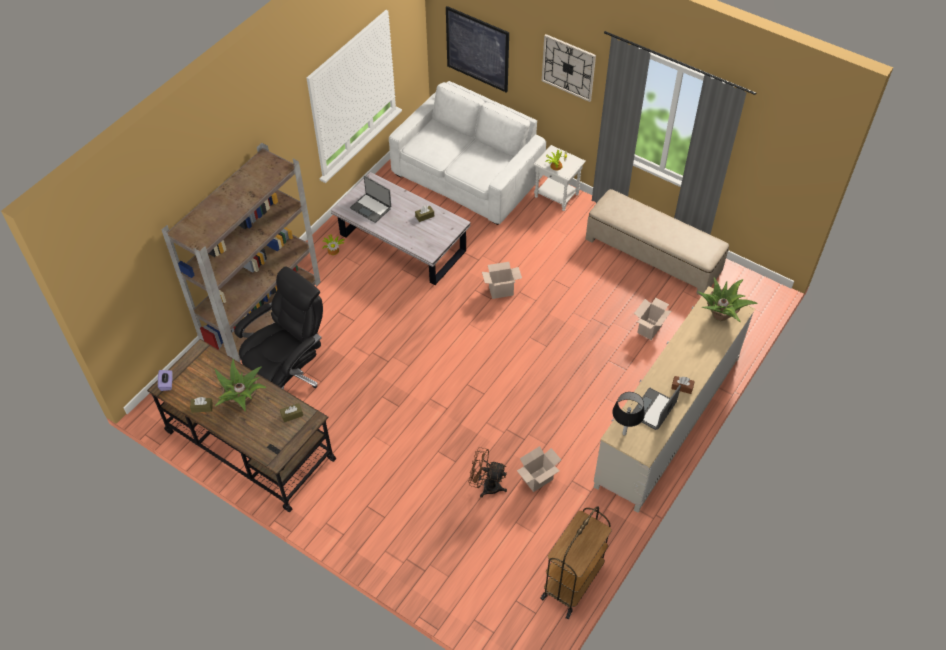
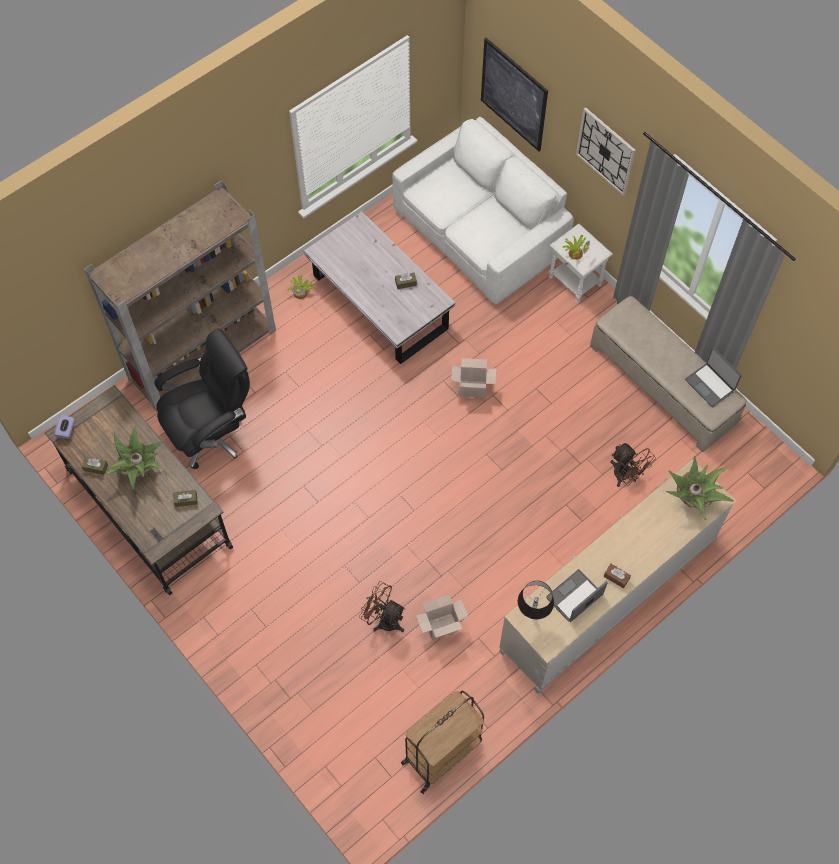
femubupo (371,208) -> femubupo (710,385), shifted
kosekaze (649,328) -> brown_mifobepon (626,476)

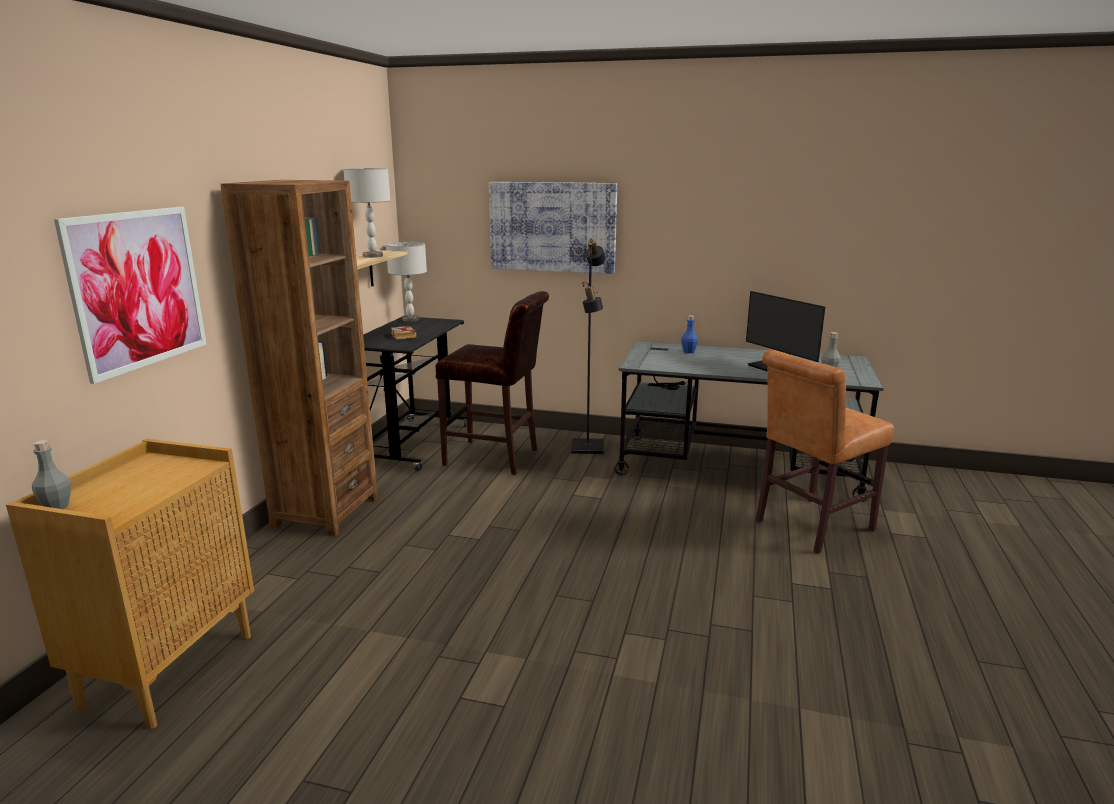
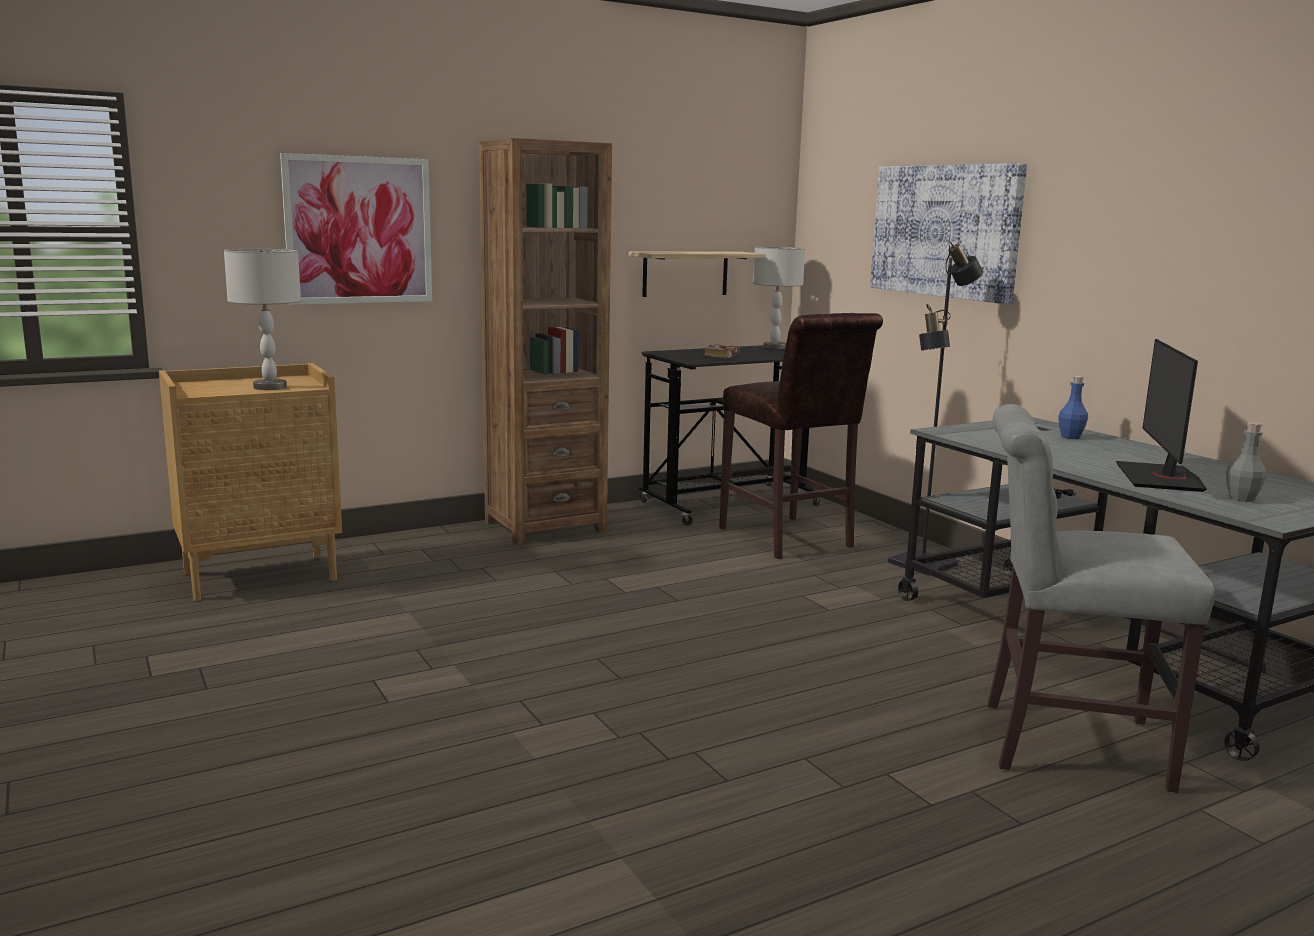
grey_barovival (56,507) -> none
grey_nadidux (373,256) -> grey_nadidux (270,387), shifted
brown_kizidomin (809,527) -> grey_kizidomin (1062,743)

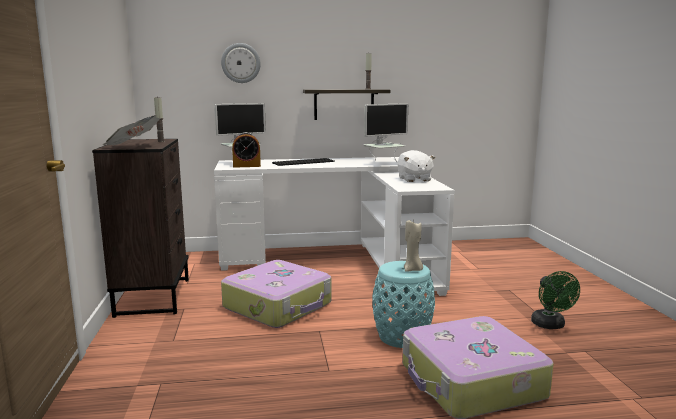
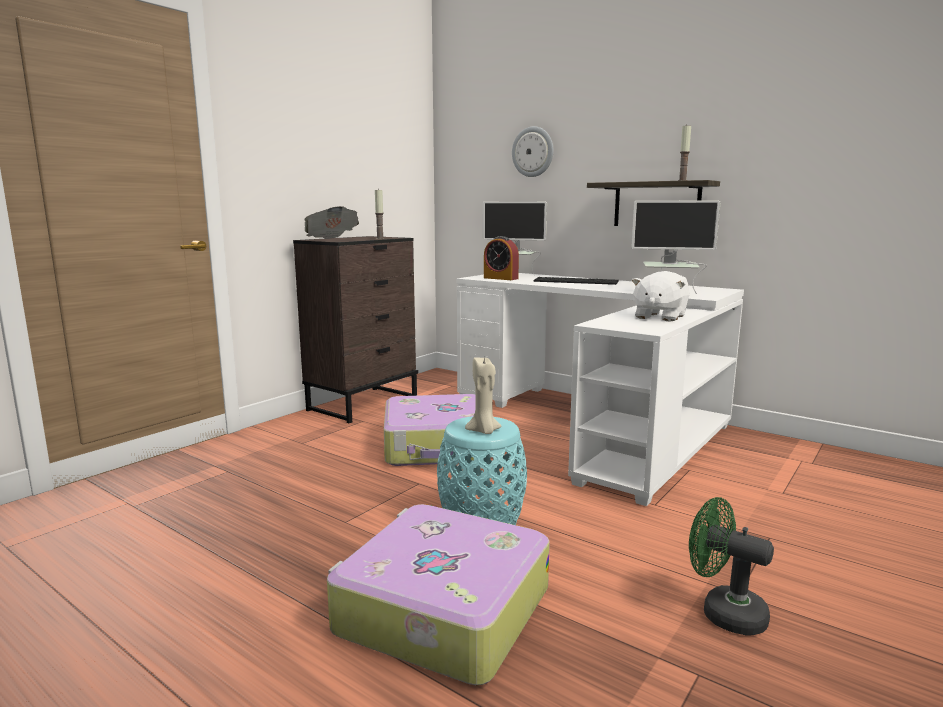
green_mifobepon (550,325) -> green_mifobepon (723,612), 90 degrees clockwise

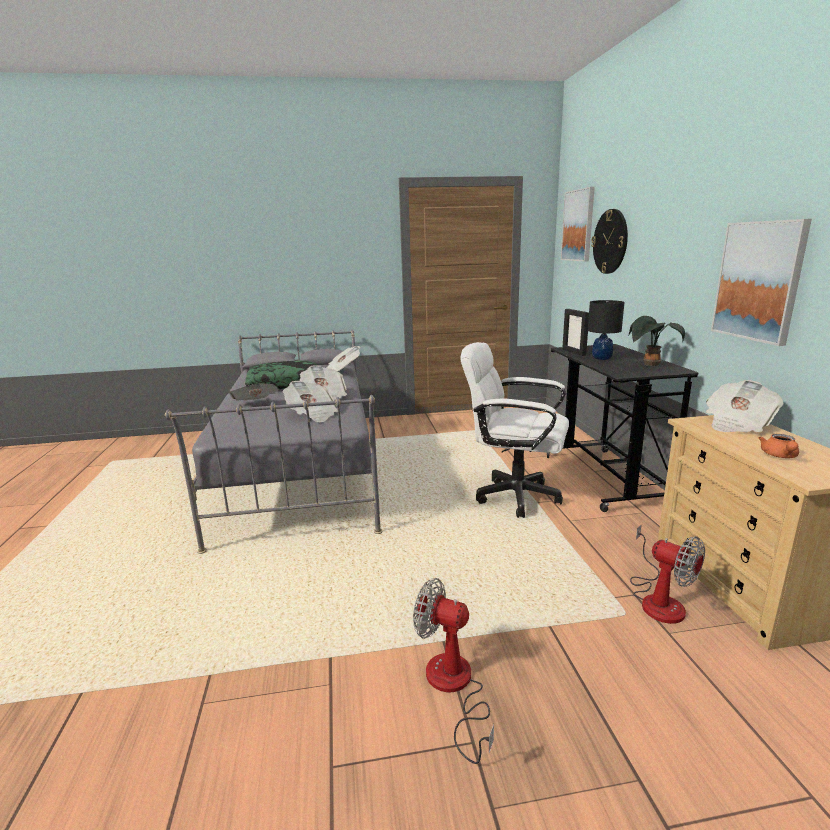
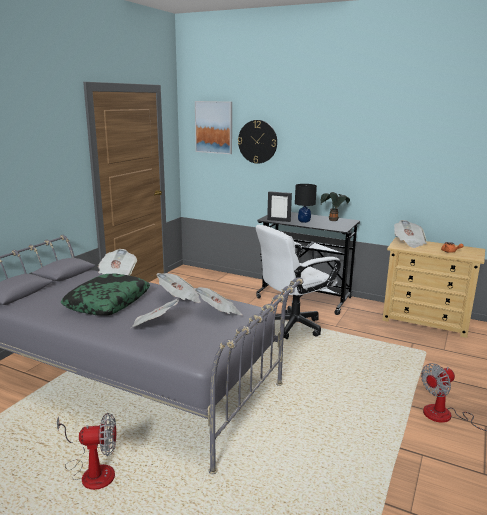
mifobepon (658,599) -> mifobepon (92,471), shifted
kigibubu (758,281) -> none

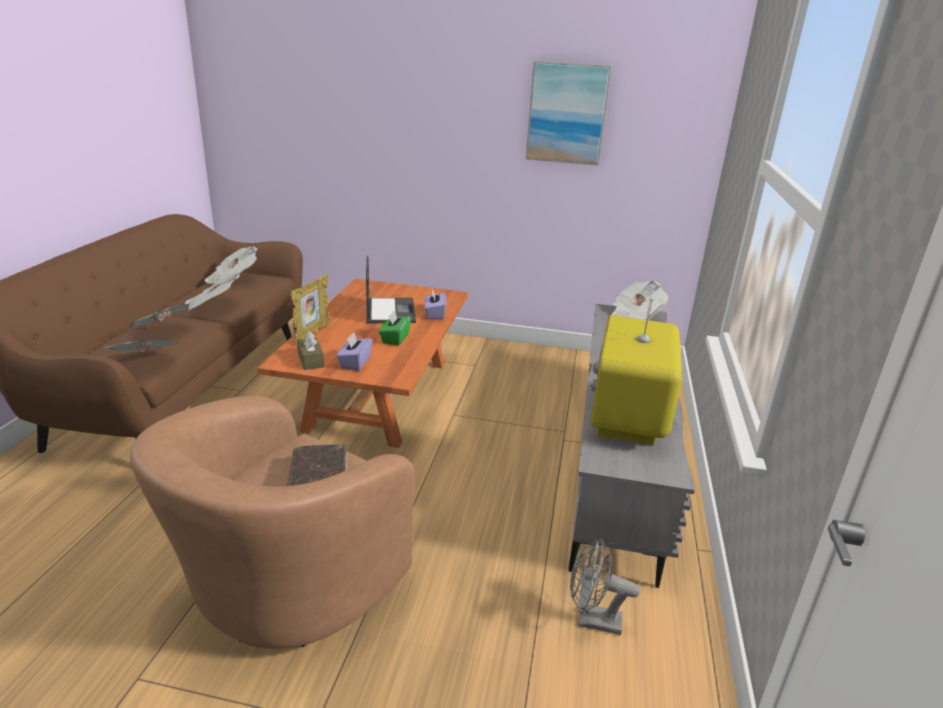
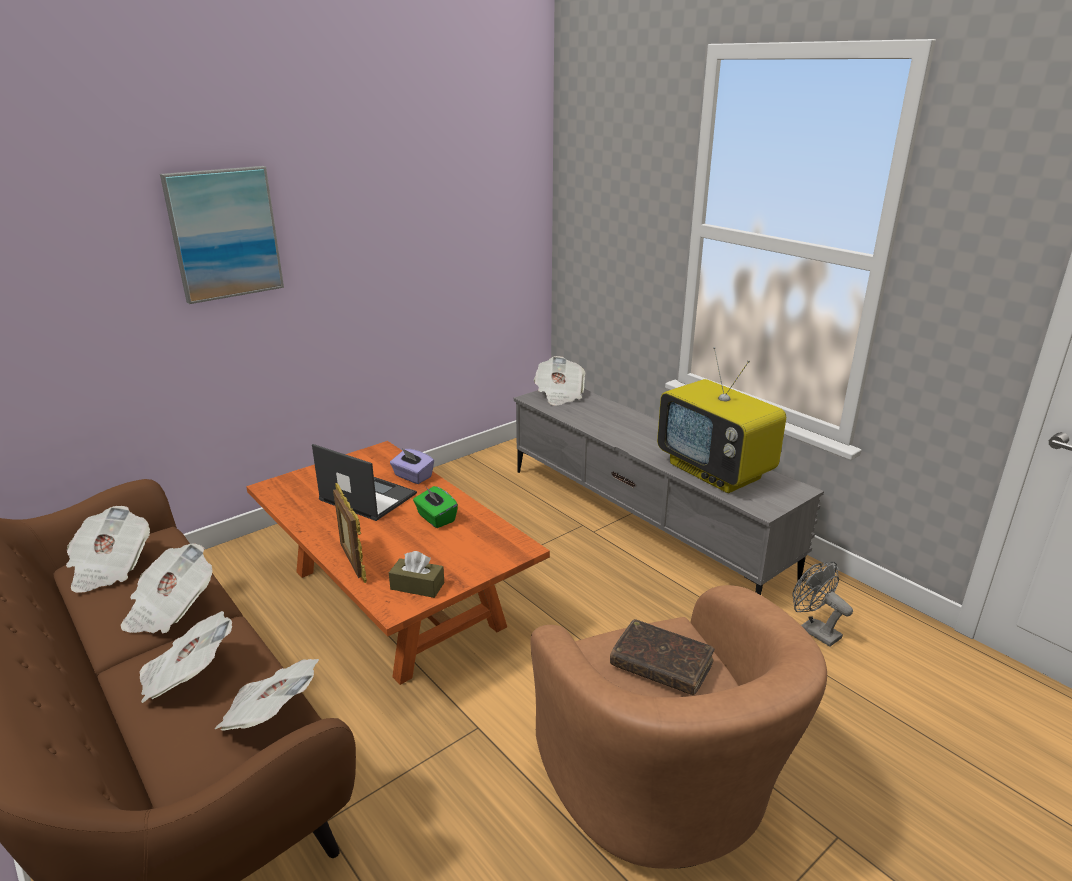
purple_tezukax (355,363) -> none
kigibubu (567,113) -> kigibubu (224,234), shifted
grey_mifobepon (592,620) -> grey_mifobepon (813,630), 90 degrees clockwise

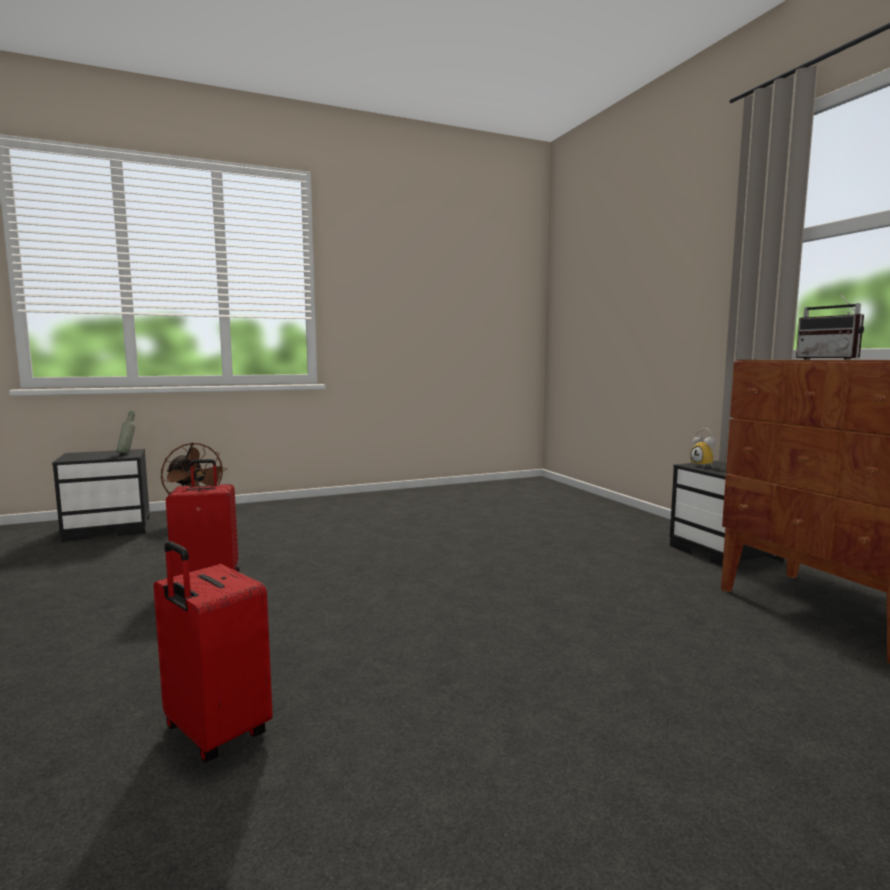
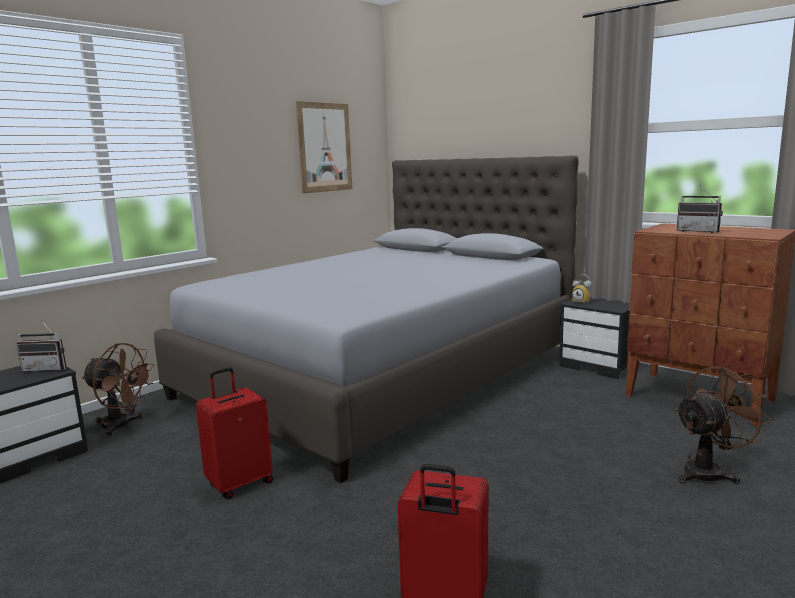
grey_barovival (127,453) -> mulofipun (47,368)
none -> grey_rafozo (384,373)
none -> kigibubu (324,147)
none -> brown_mifobepon (710,472)

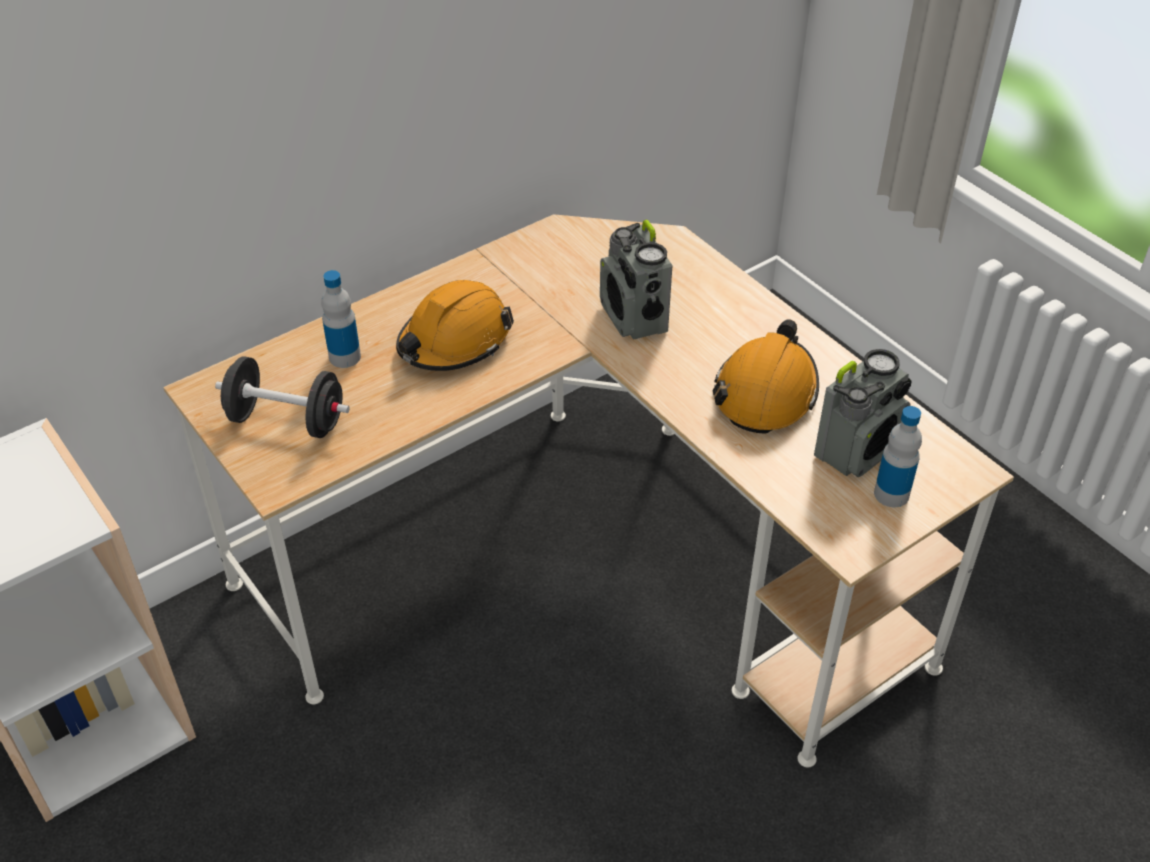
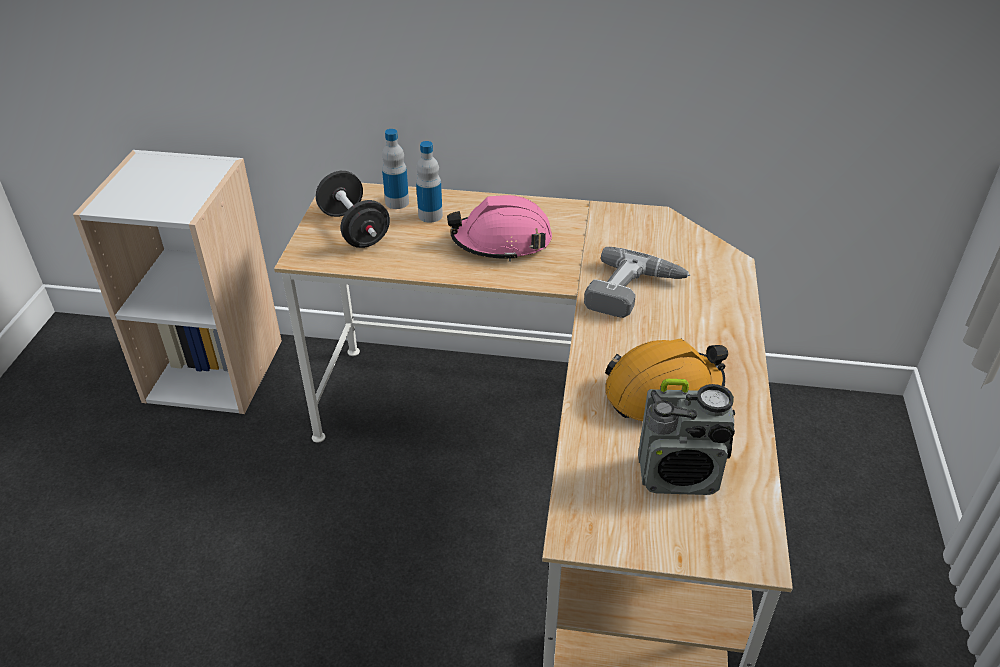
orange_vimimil (454,341) -> pink_vimimil (501,241)
mulofipun (634,318) -> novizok (634,293)
barovival (891,494) -> barovival (397,202), shifted

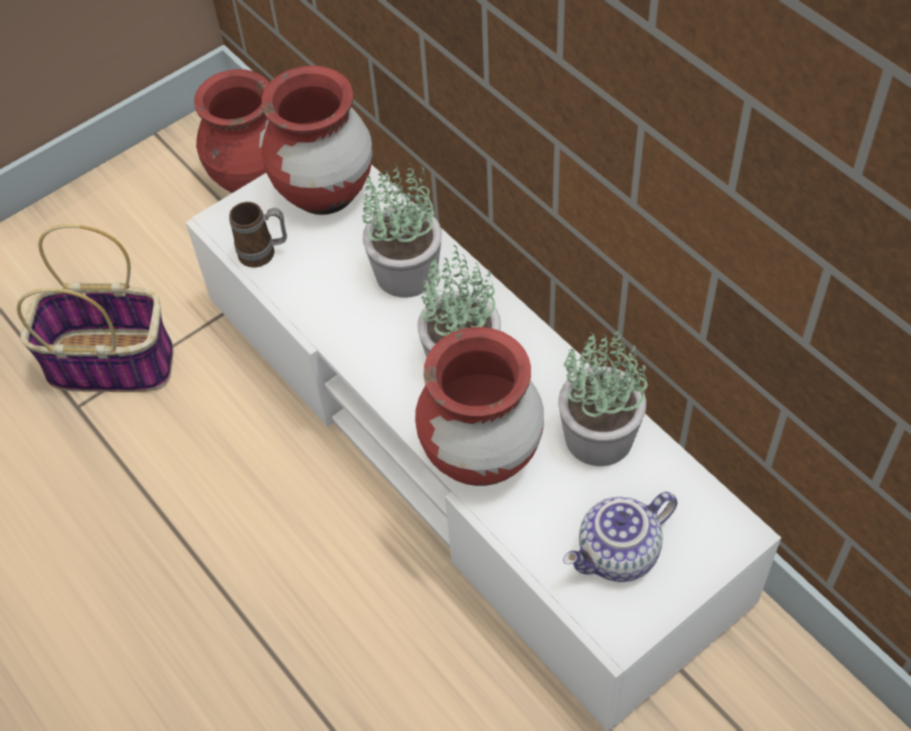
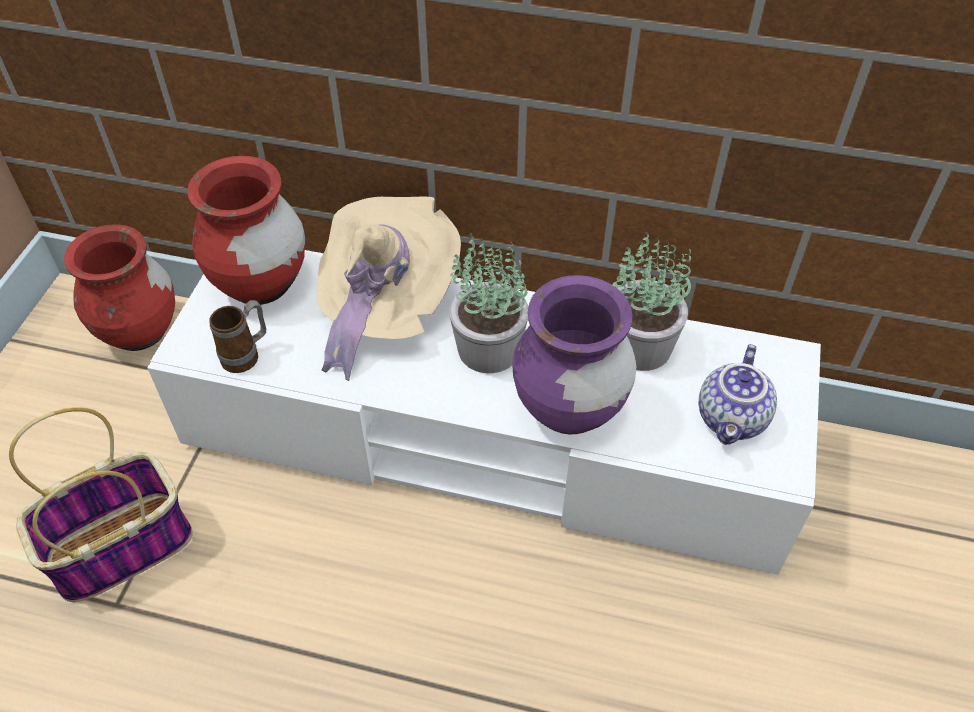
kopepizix (406,271) -> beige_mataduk (384,308)
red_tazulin (481,455) -> purple_tazulin (569,409)

